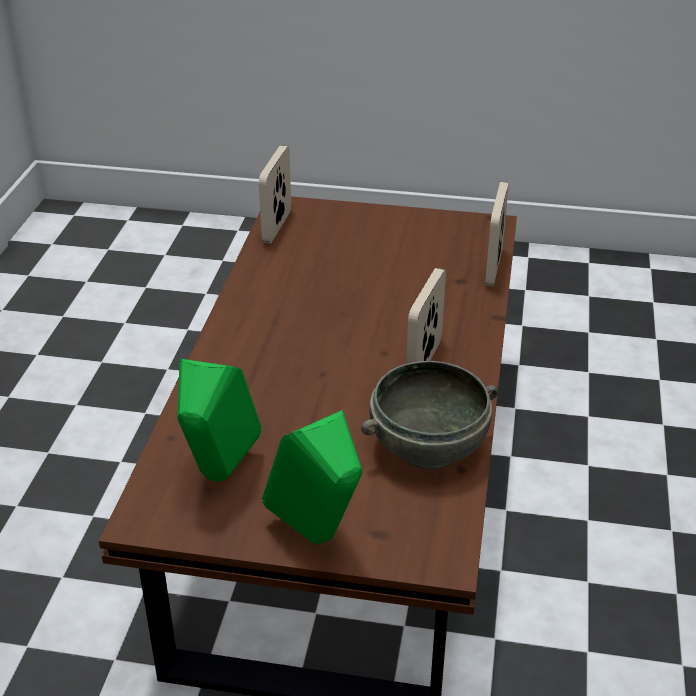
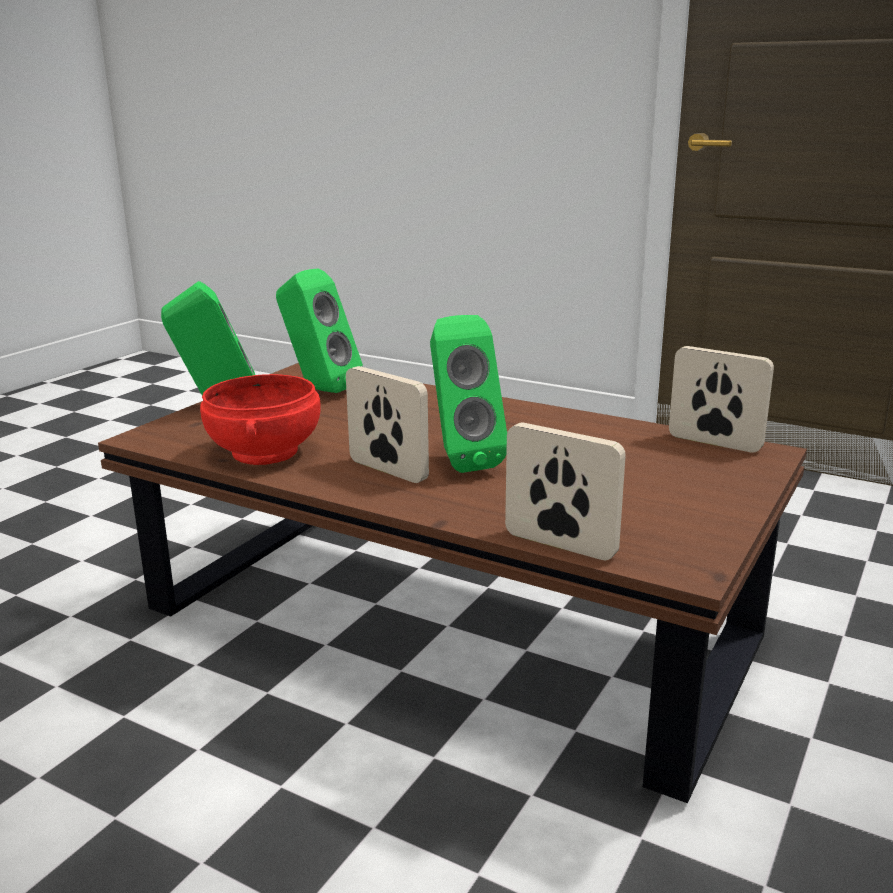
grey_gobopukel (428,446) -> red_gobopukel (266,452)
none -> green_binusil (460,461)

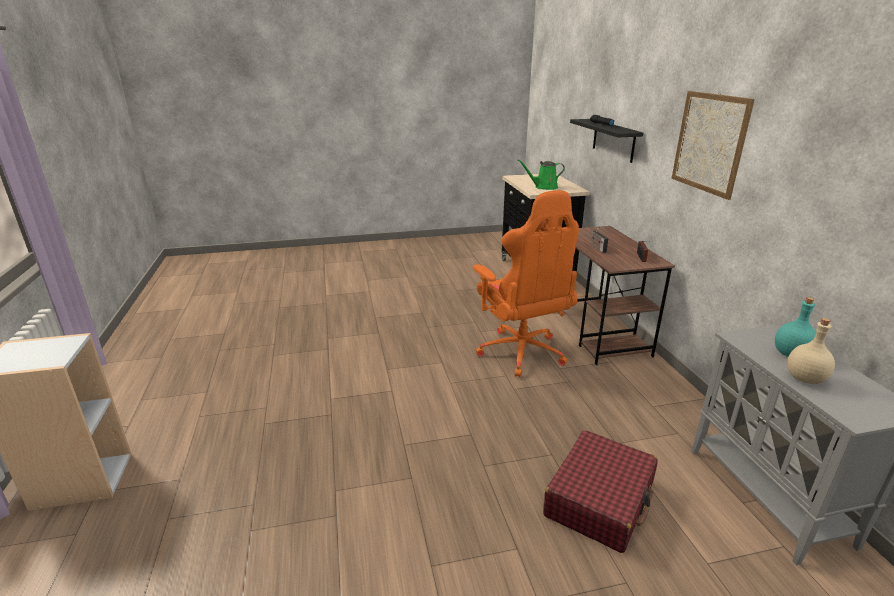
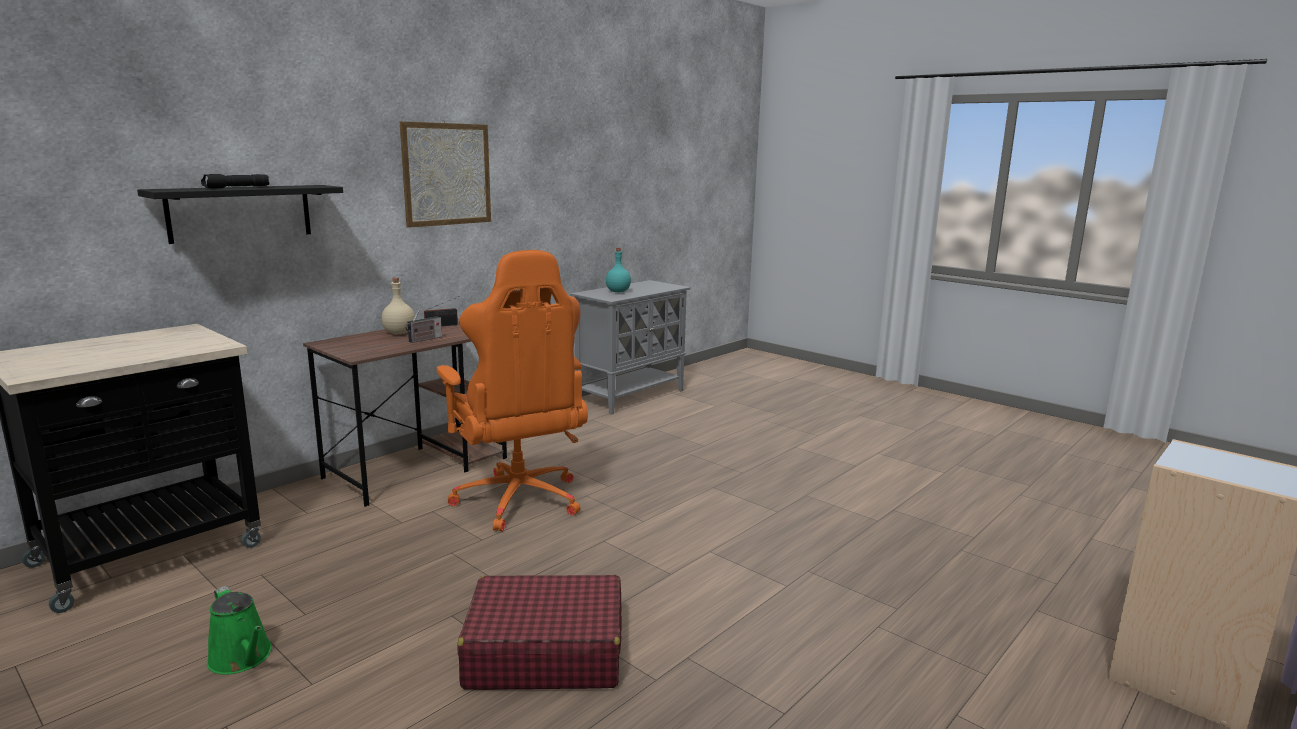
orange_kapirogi (520,352) -> orange_kapirogi (518,499), 120 degrees clockwise
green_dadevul (544,187) -> green_dadevul (242,658), shifted
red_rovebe (599,500) -> red_rovebe (544,652), shifted
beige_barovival (804,378) -> beige_barovival (399,333), shifted

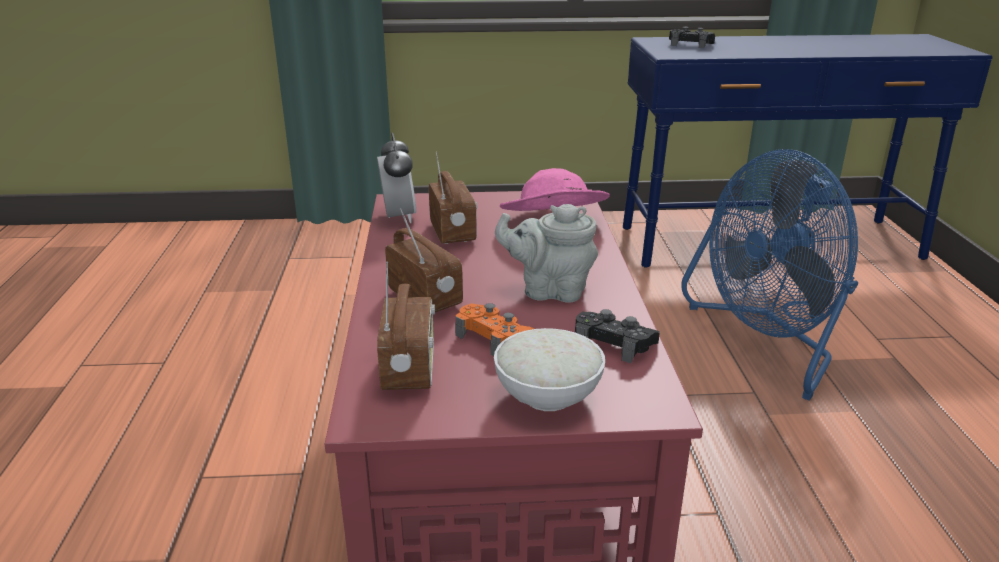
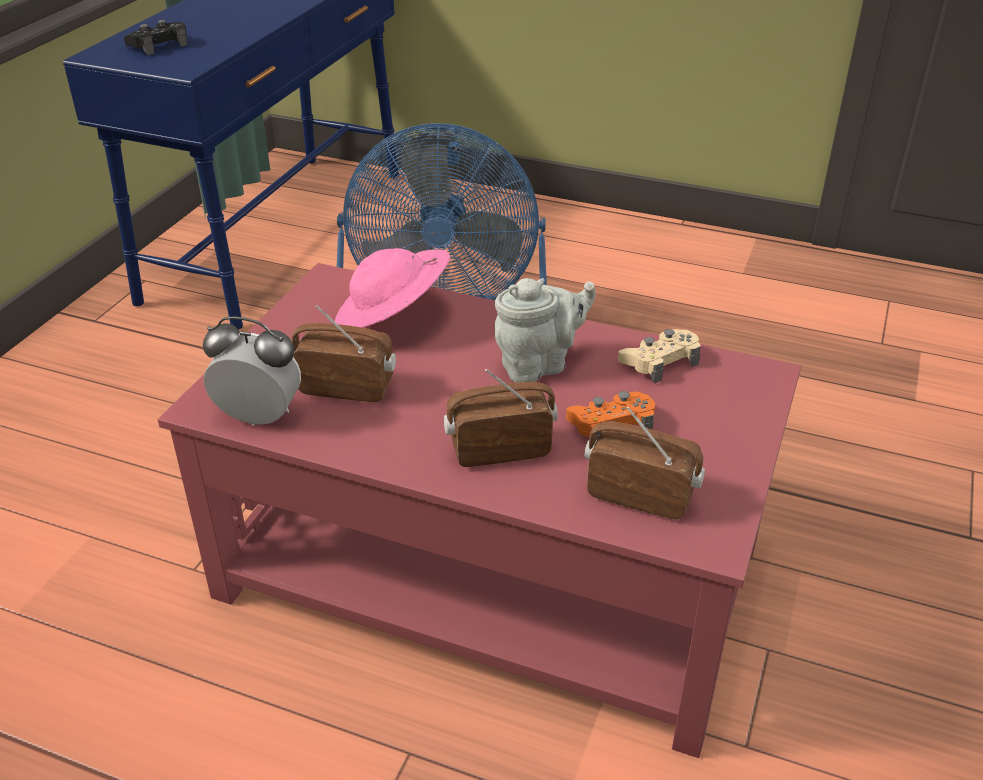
white_gobopukel (546,395) -> none
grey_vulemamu (549,290) -> grey_vulemamu (539,365), 150 degrees counterclockwise
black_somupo (614,343) -> beige_somupo (659,361)

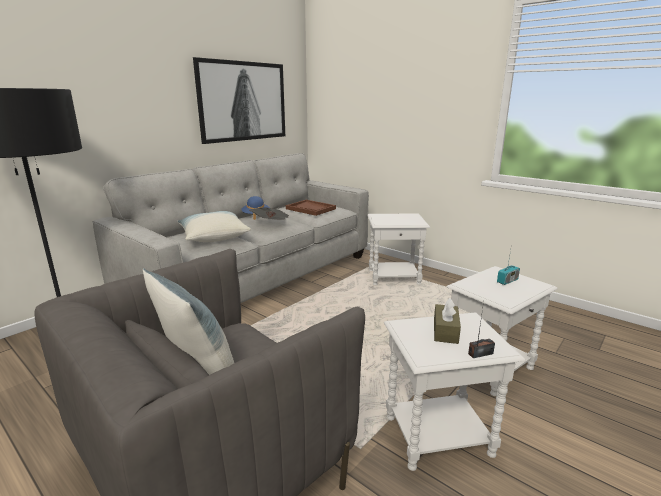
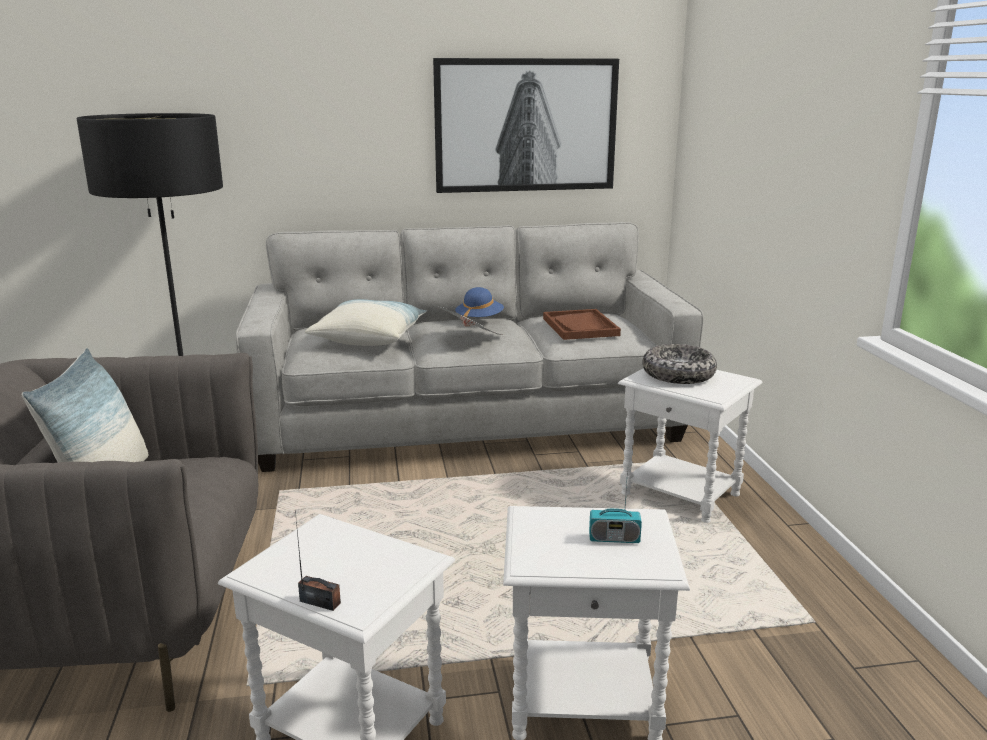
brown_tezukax (445,331) -> none
none -> gobopukel (678,375)

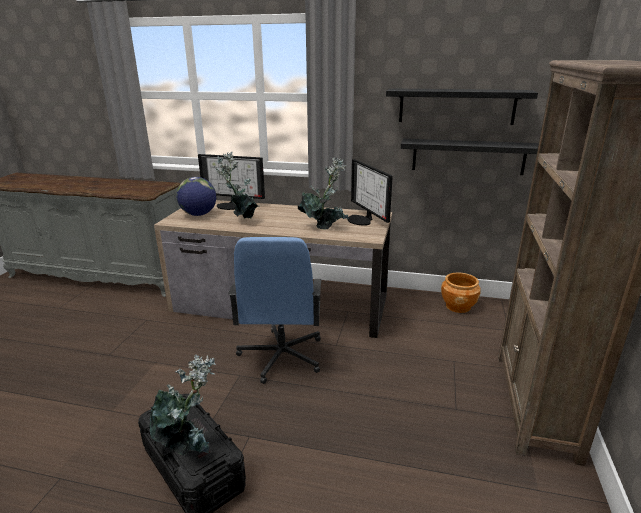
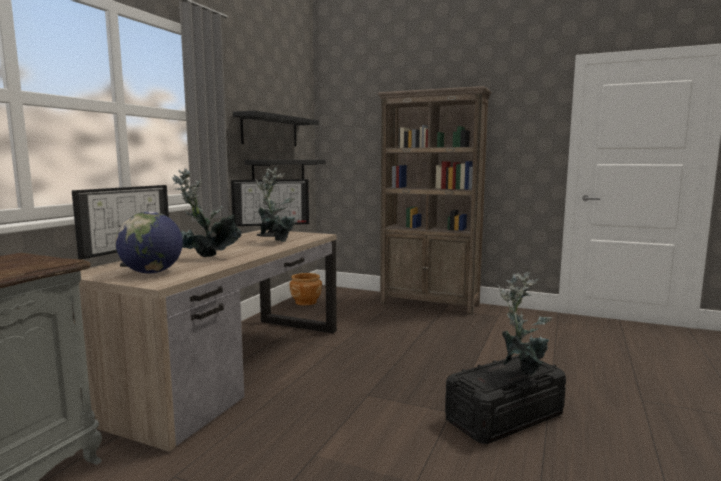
blue_kapirogi (281,356) -> none

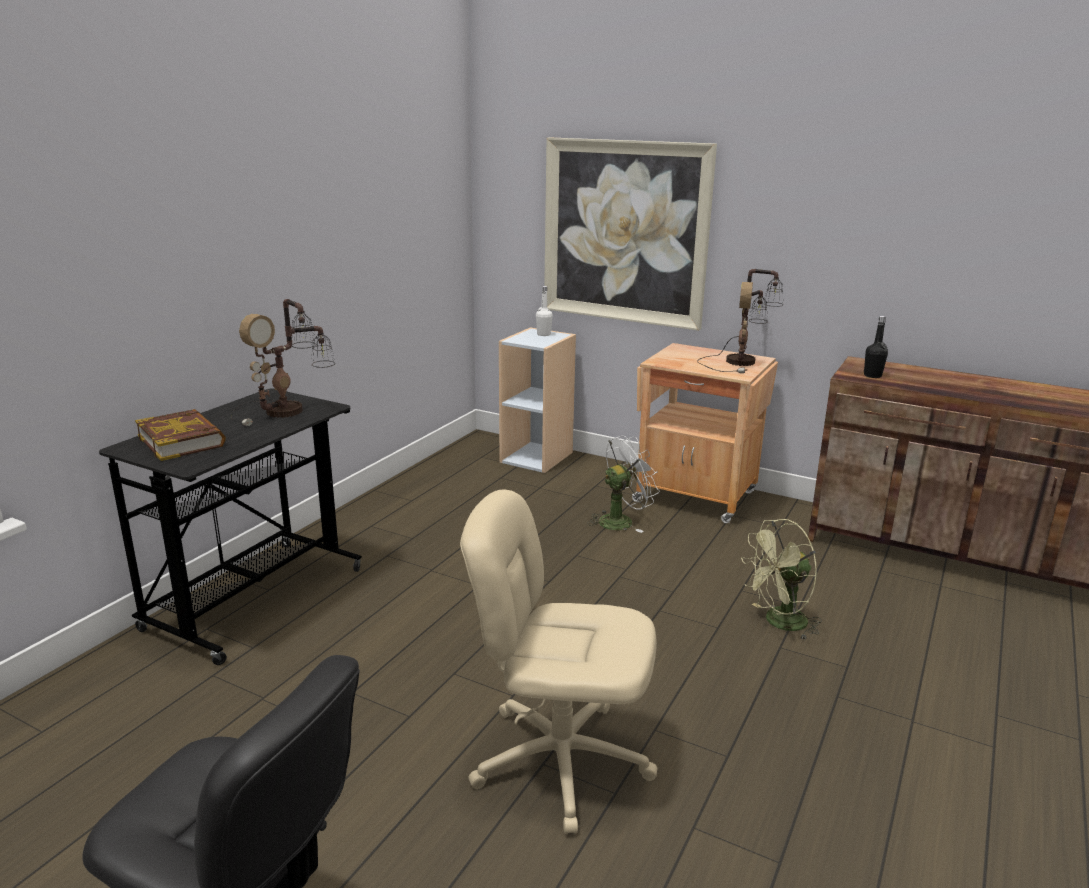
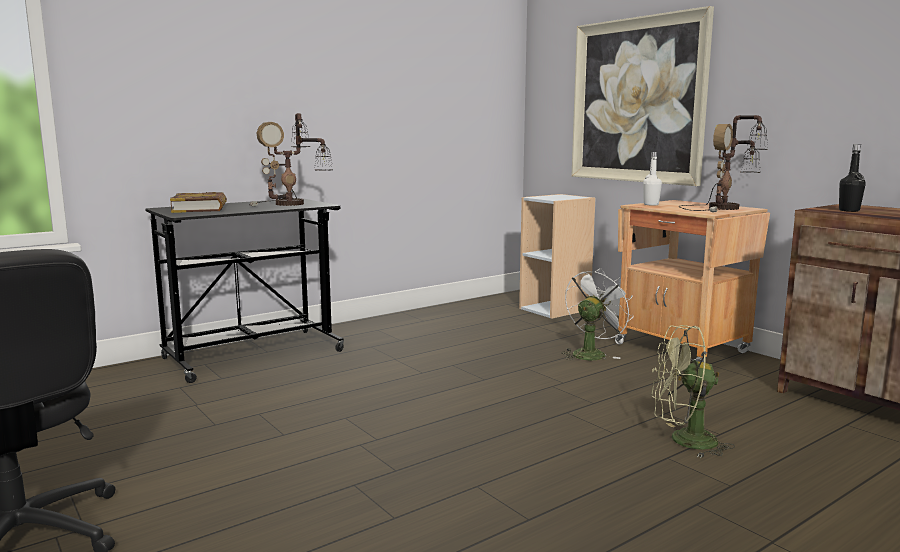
beige_kapirogi (560,760) -> none
white_barovival (543,334) -> white_barovival (651,204), shifted
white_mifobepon (621,521) -> white_mifobepon (591,353), 45 degrees counterclockwise

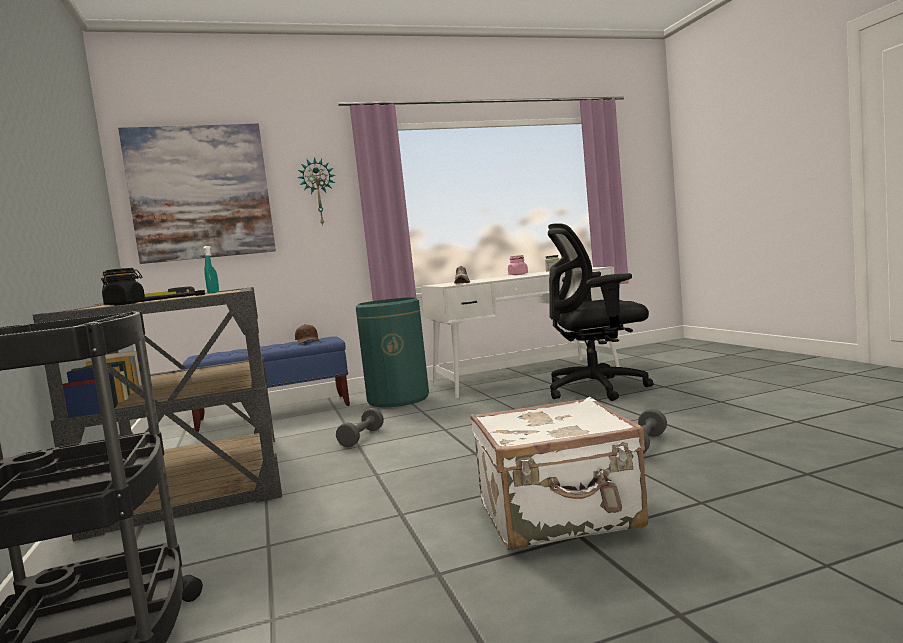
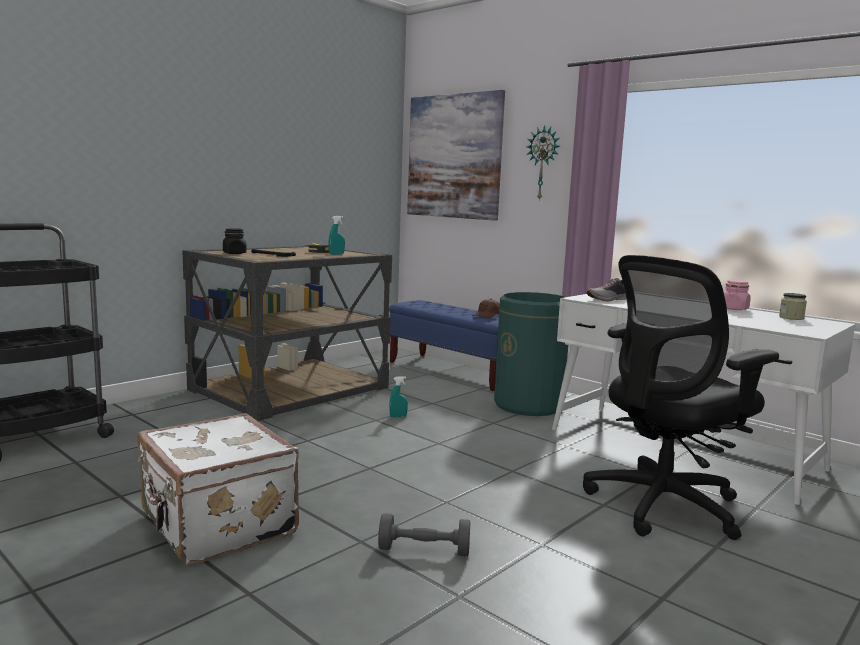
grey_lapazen (362,438) -> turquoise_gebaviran (398,416)
black_kapirogi (601,387) -> black_kapirogi (668,502), 90 degrees counterclockwise

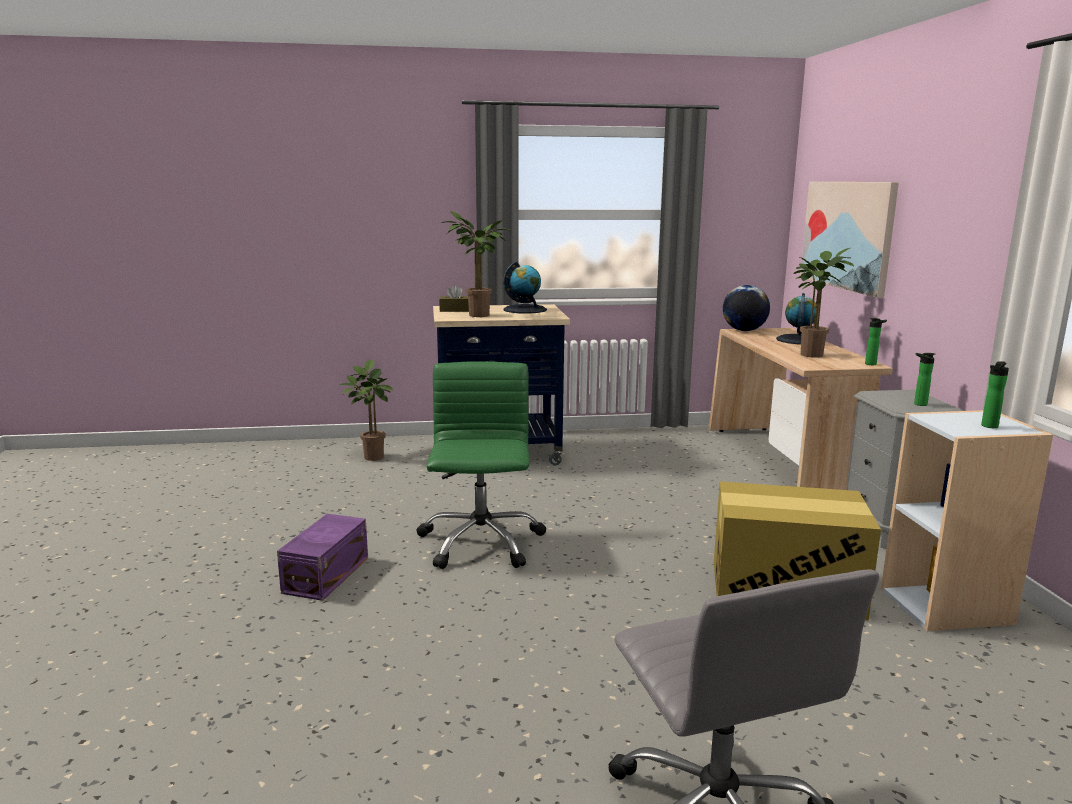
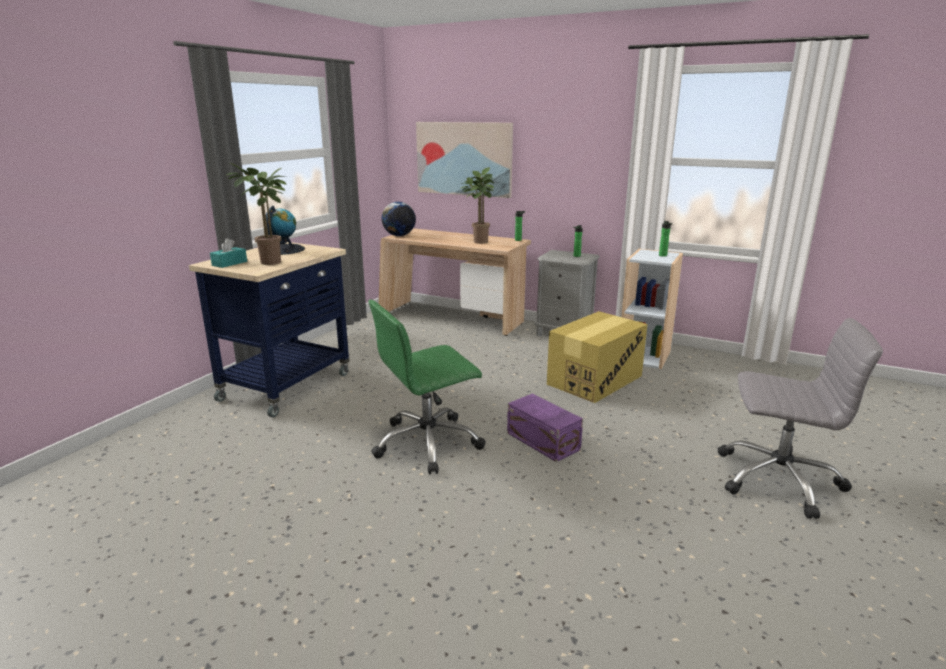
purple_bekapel (324,575) -> purple_bekapel (543,442), shifted
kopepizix (371,457) -> none
green_kapirogi (480,542) -> green_kapirogi (427,443), 60 degrees counterclockwise
brown_tezukax (455,310) -> turquoise_tezukax (229,263)
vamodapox (798,340) -> none

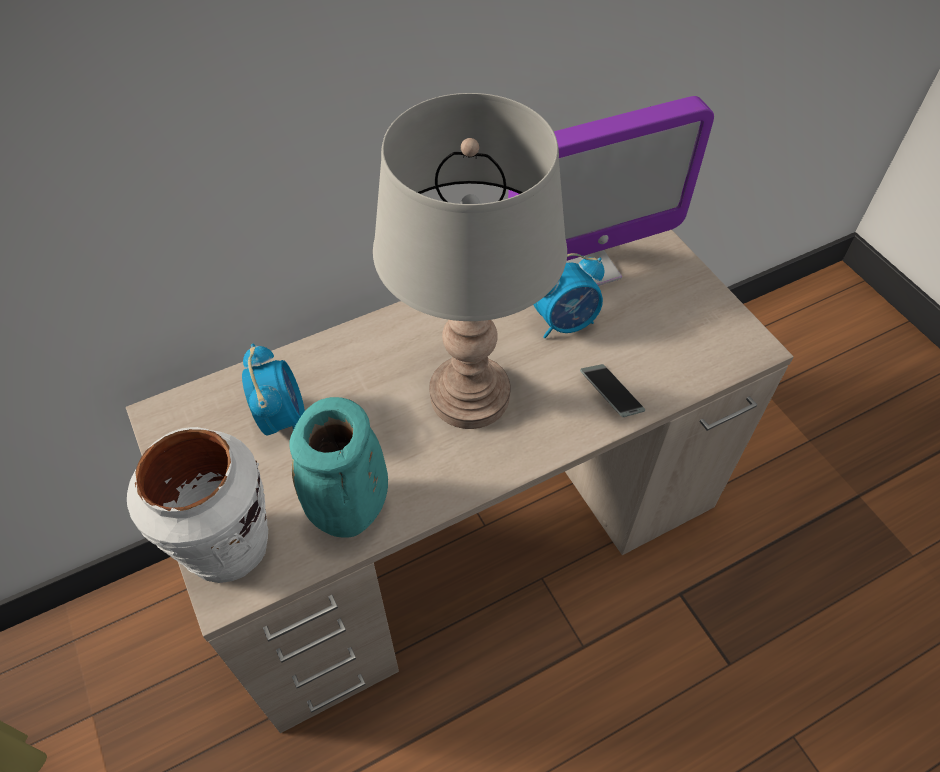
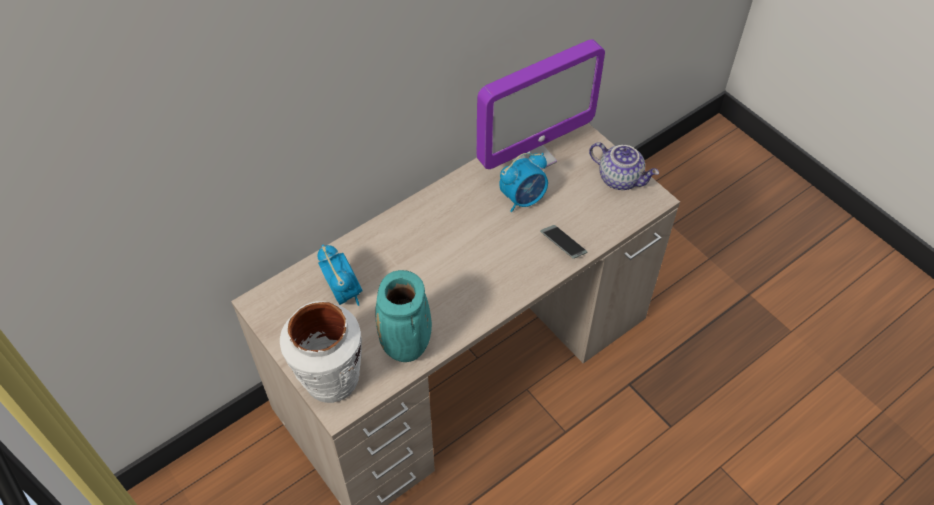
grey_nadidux (470,395) -> none
none -> vulemamu (620,178)

